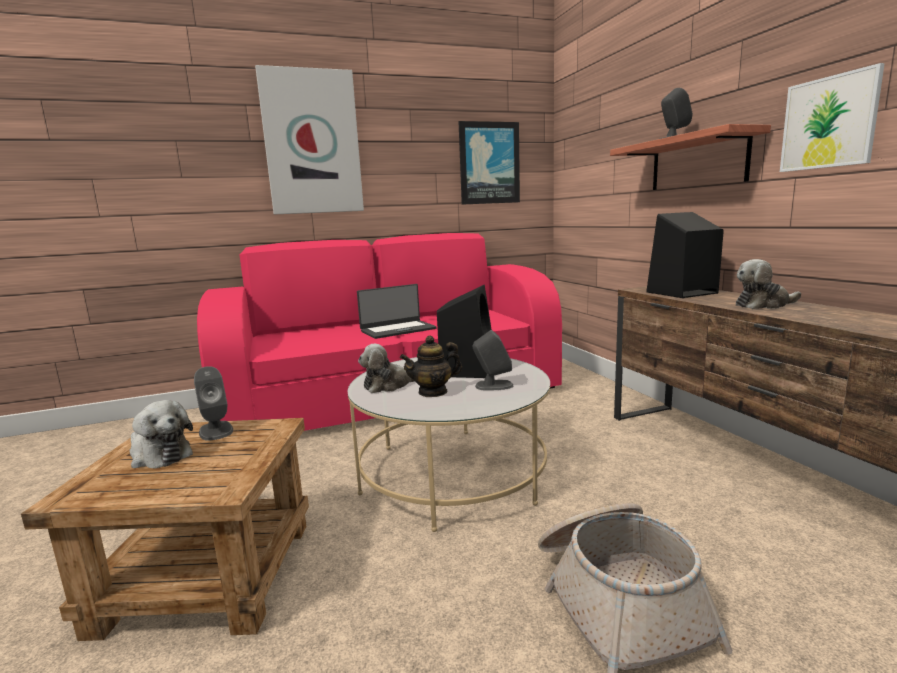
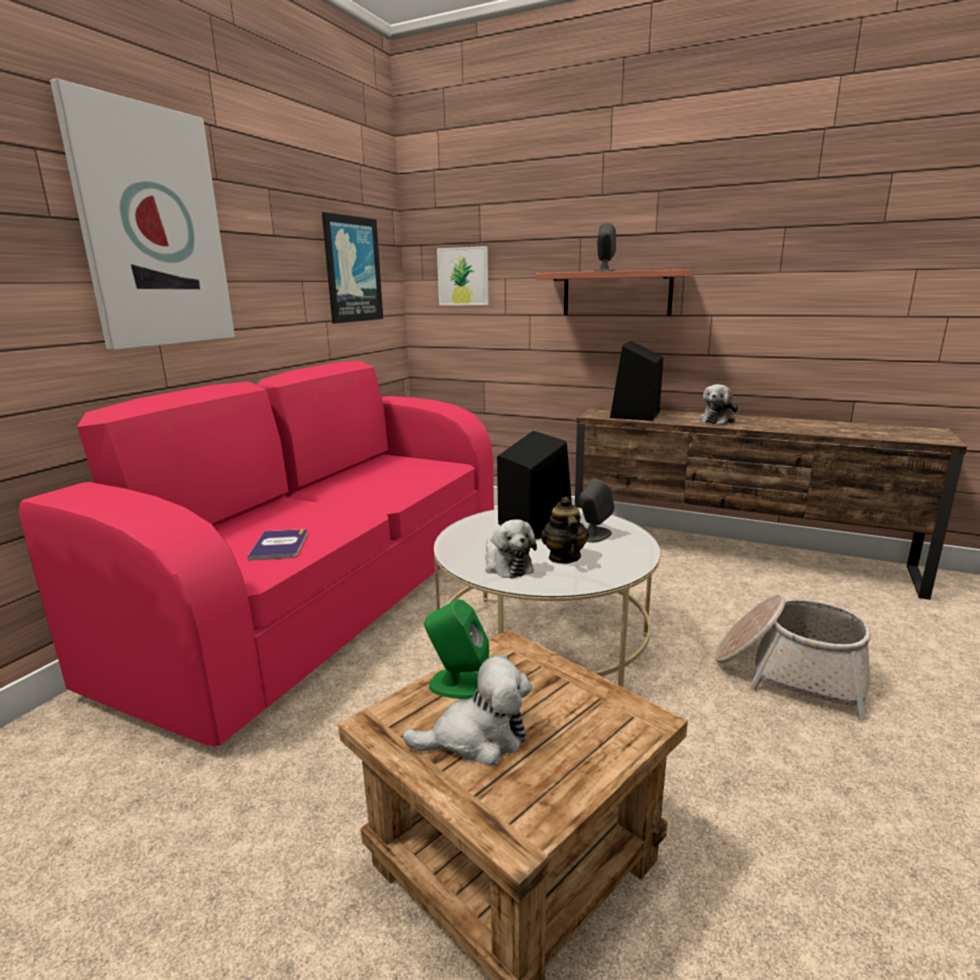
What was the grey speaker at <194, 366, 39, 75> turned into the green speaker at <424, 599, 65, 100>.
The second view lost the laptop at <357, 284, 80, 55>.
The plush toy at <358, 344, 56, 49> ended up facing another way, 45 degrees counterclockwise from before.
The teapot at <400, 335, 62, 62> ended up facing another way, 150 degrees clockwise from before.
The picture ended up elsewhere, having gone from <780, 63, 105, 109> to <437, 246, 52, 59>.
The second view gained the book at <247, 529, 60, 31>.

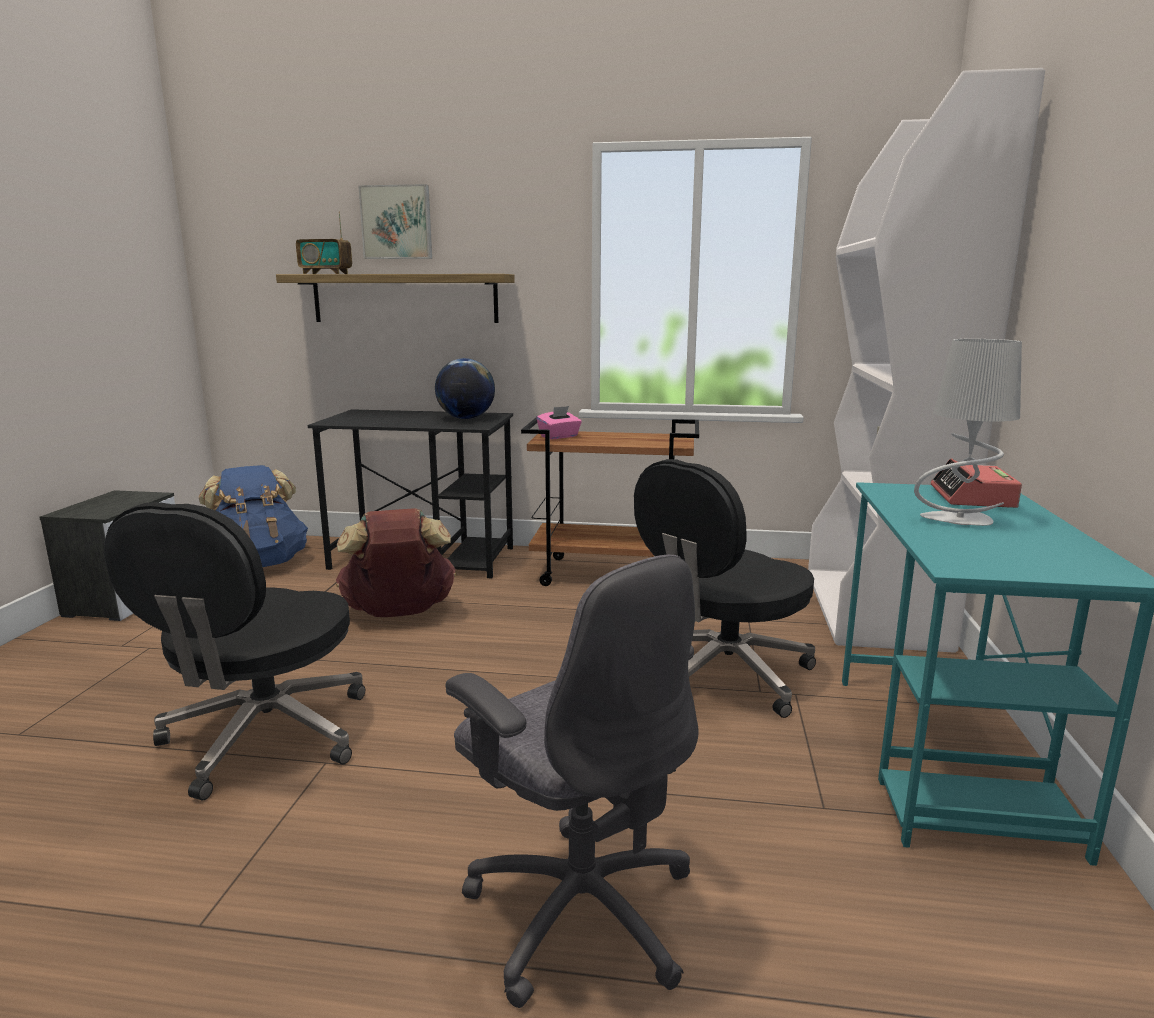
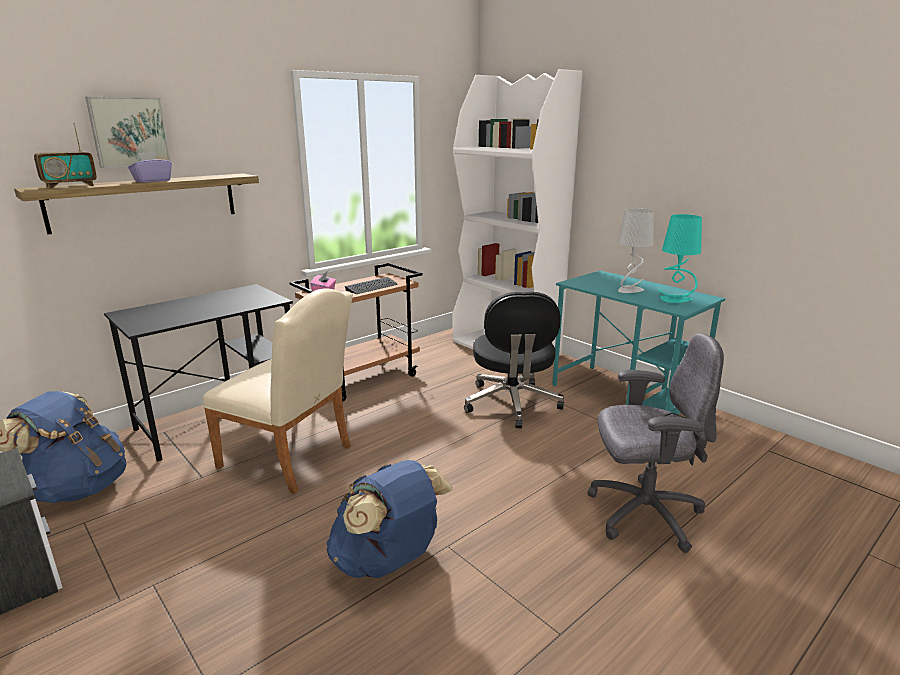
Where the black office chair stood at <104, 502, 261, 298>, the blue backpack came to stand at <326, 460, 127, 118>.
Where the brown backpack stood at <336, 508, 120, 109>, the beige chair came to stand at <203, 288, 150, 206>.
The second view lost the globe at <435, 358, 60, 61>.
The second view lost the alarm clock at <931, 458, 91, 50>.
The second view gained the purple tissue box at <128, 152, 44, 31>.
The second view gained the keyboard at <345, 277, 53, 17>.
The second view gained the turquoise table lamp at <658, 214, 44, 89>.

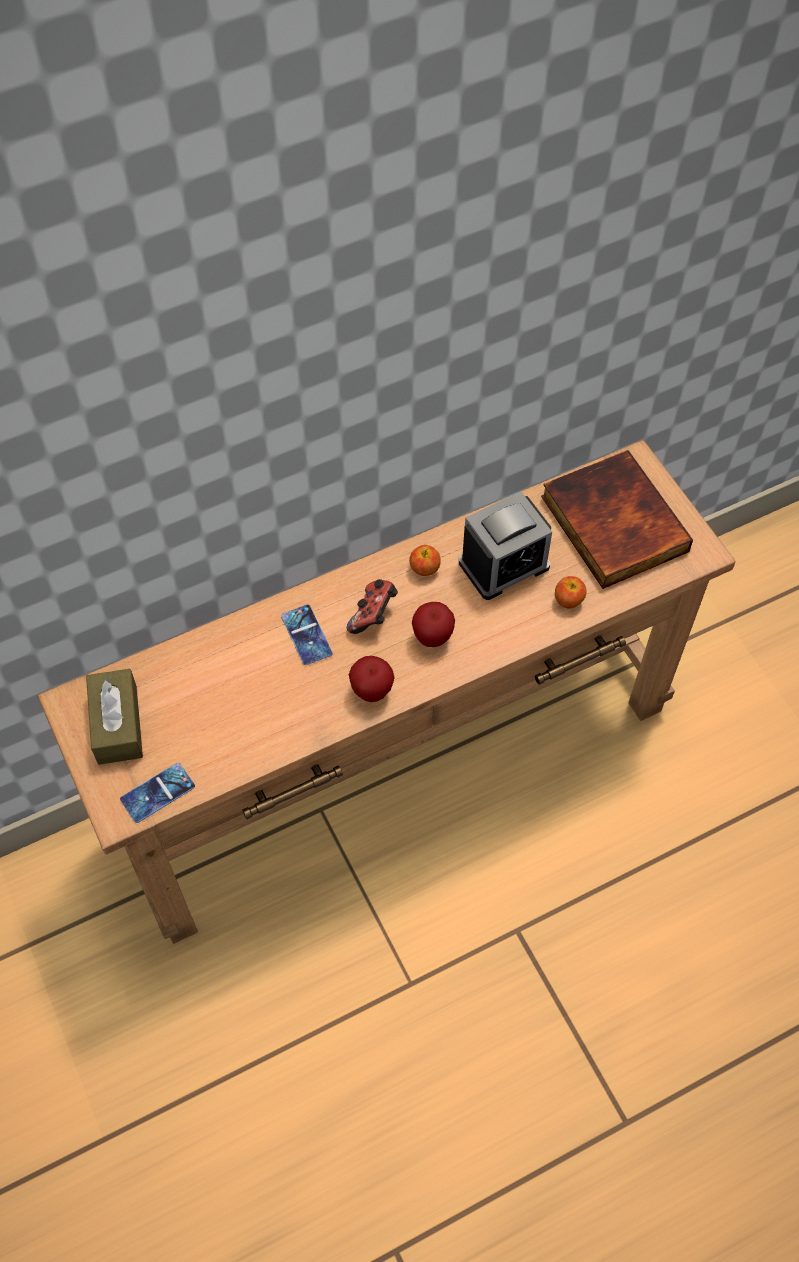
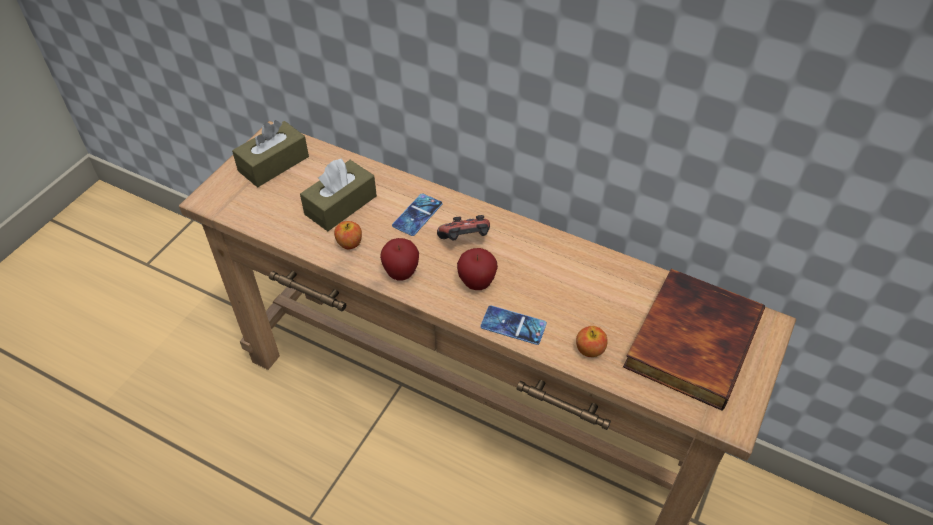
The phone ended up elsewhere, having gone from <120, 763, 75, 60> to <480, 305, 67, 40>.
The apple ended up elsewhere, having gone from <409, 545, 32, 31> to <334, 221, 28, 28>.
The second view lost the alarm clock at <459, 491, 93, 109>.
The second view gained the brown tissue box at <300, 159, 77, 72>.

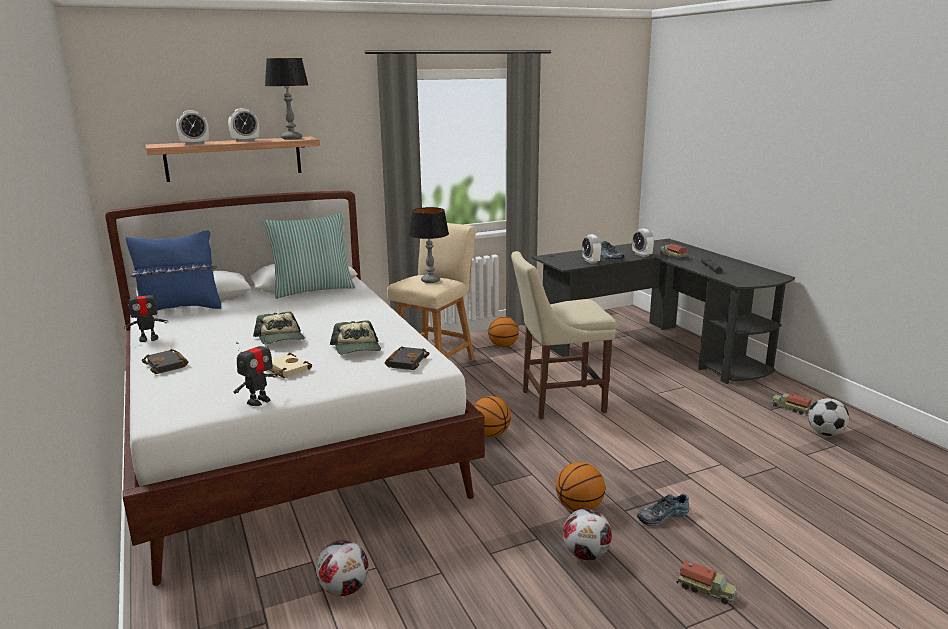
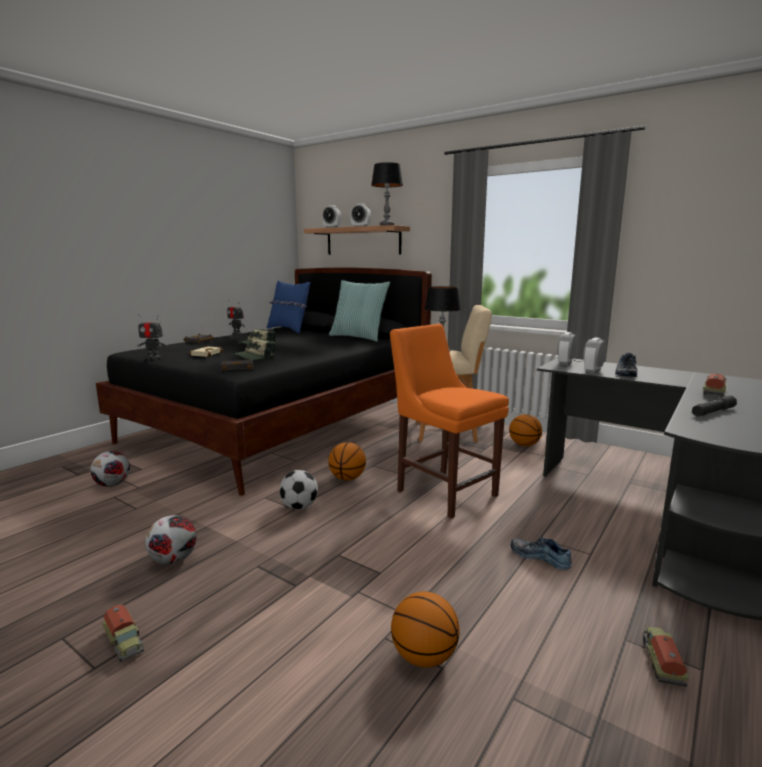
What was the white bed at <105, 191, 380, 395> turned into the black bed at <96, 268, 336, 228>.
What was the beige chair at <511, 251, 105, 168> turned into the orange chair at <390, 324, 119, 195>.
The basketball ended up elsewhere, having gone from <556, 462, 49, 50> to <391, 592, 69, 76>.
The alarm clock ended up elsewhere, having gone from <632, 228, 22, 29> to <557, 332, 20, 33>.
The shoe ended up elsewhere, having gone from <637, 494, 52, 32> to <510, 538, 62, 32>.
The toy truck at <676, 560, 61, 44> ended up facing another way, 45 degrees counterclockwise from before.
The football ended up elsewhere, having gone from <808, 398, 41, 38> to <280, 470, 38, 40>.

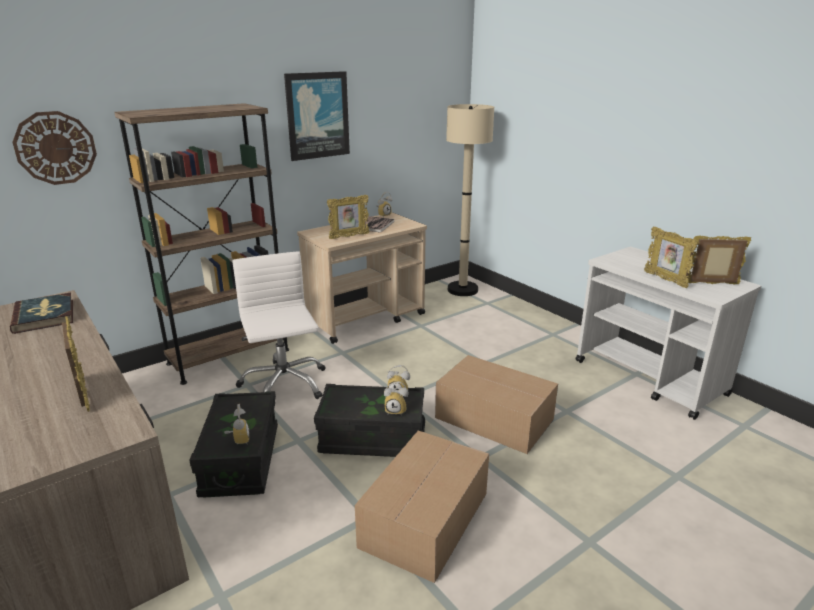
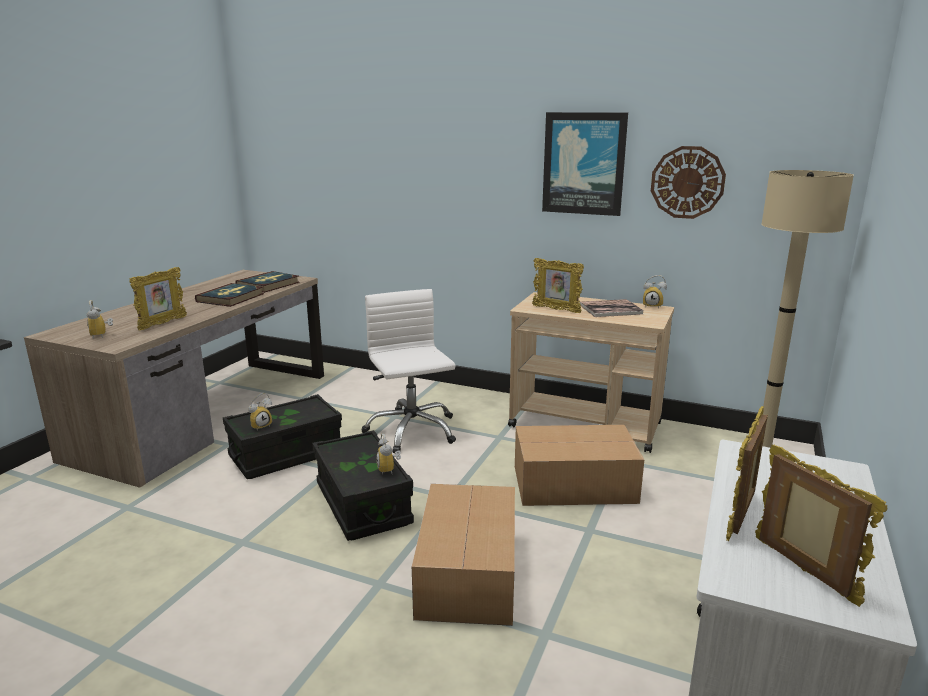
The wall clock ended up elsewhere, having gone from <12, 111, 85, 74> to <651, 146, 75, 73>.
The second view lost the brown bookcase at <114, 103, 175, 282>.
The white office chair at <232, 251, 93, 148> ended up facing another way, 60 degrees counterclockwise from before.
The cardboard box ended up elsewhere, having gone from <355, 431, 134, 152> to <515, 425, 129, 81>.
The alarm clock ended up elsewhere, having gone from <384, 382, 25, 34> to <86, 300, 27, 38>.
The second view gained the book at <195, 283, 69, 24>.

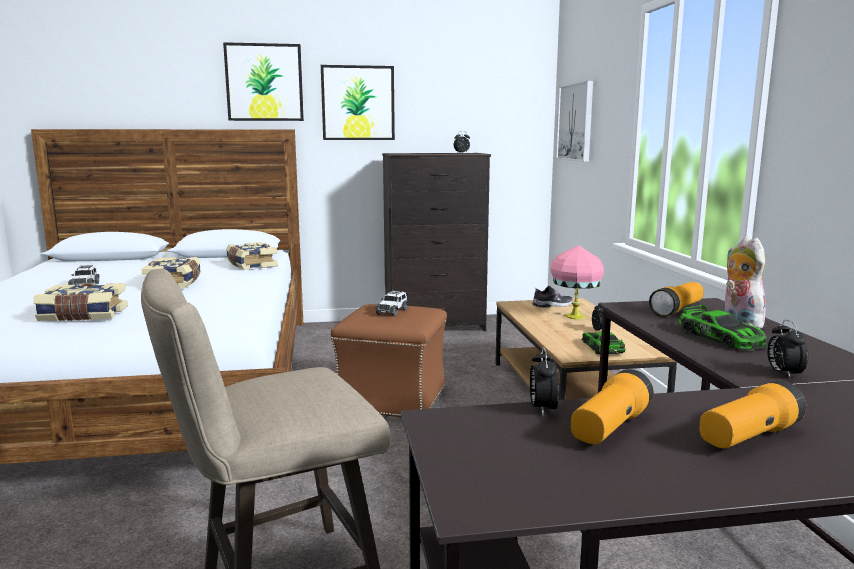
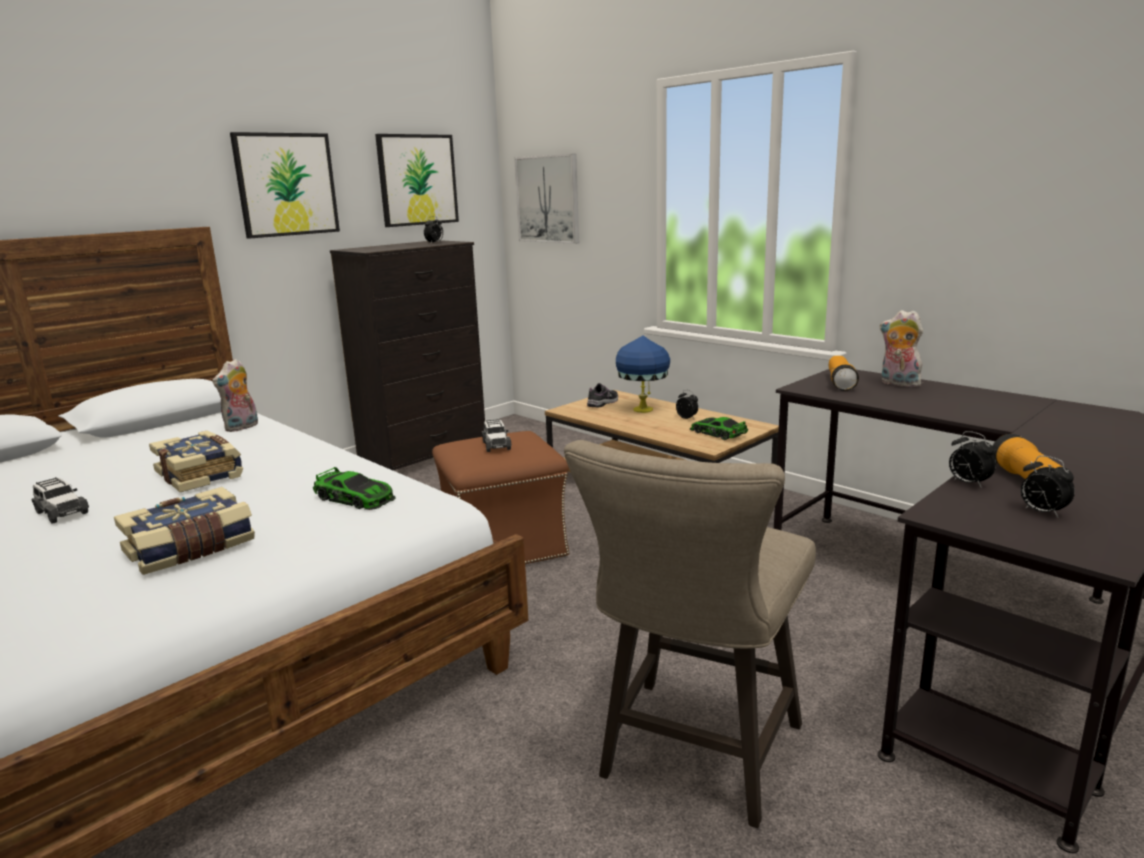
The picture ended up elsewhere, having gone from <223, 42, 81, 79> to <375, 134, 84, 93>.
Where the book stood at <226, 242, 52, 28>, the plush toy came to stand at <212, 359, 46, 73>.
What was the pink table lamp at <550, 245, 54, 74> turned into the blue table lamp at <616, 335, 54, 78>.
The toy car ended up elsewhere, having gone from <678, 305, 90, 46> to <313, 467, 83, 43>.
The second view lost the flashlight at <699, 380, 107, 69>.
The alarm clock ended up elsewhere, having gone from <767, 320, 41, 59> to <1021, 456, 54, 61>.

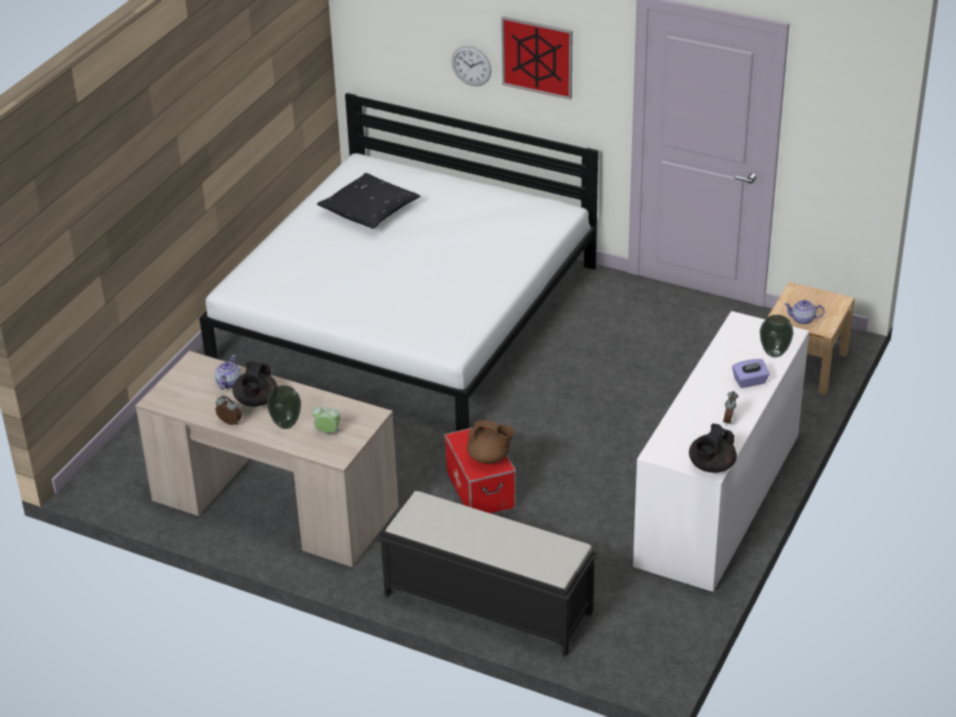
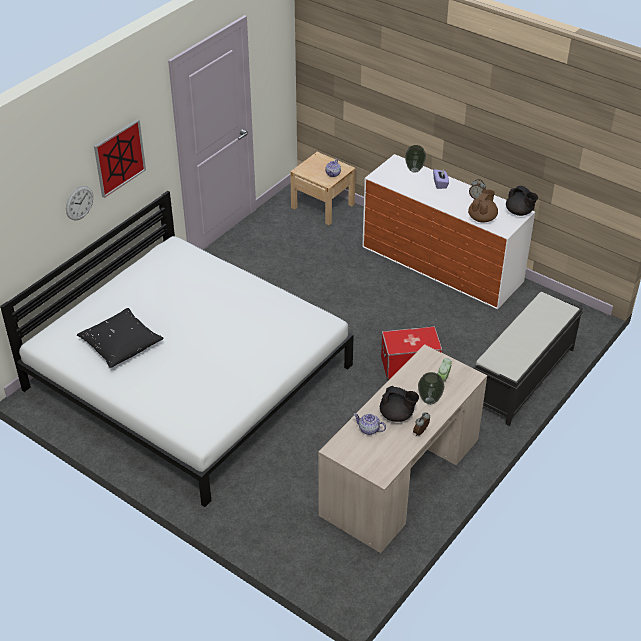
The brown teapot ended up elsewhere, having gone from <467, 420, 47, 44> to <468, 189, 30, 34>.

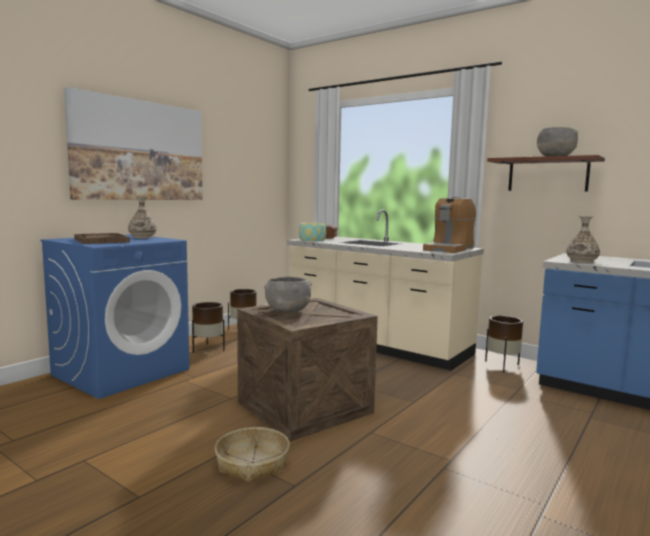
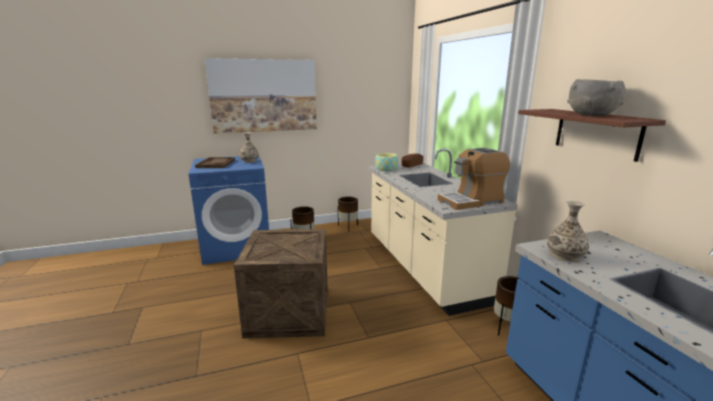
The second view lost the basket at <215, 427, 75, 55>.
The second view lost the grey bowl at <264, 277, 48, 35>.

